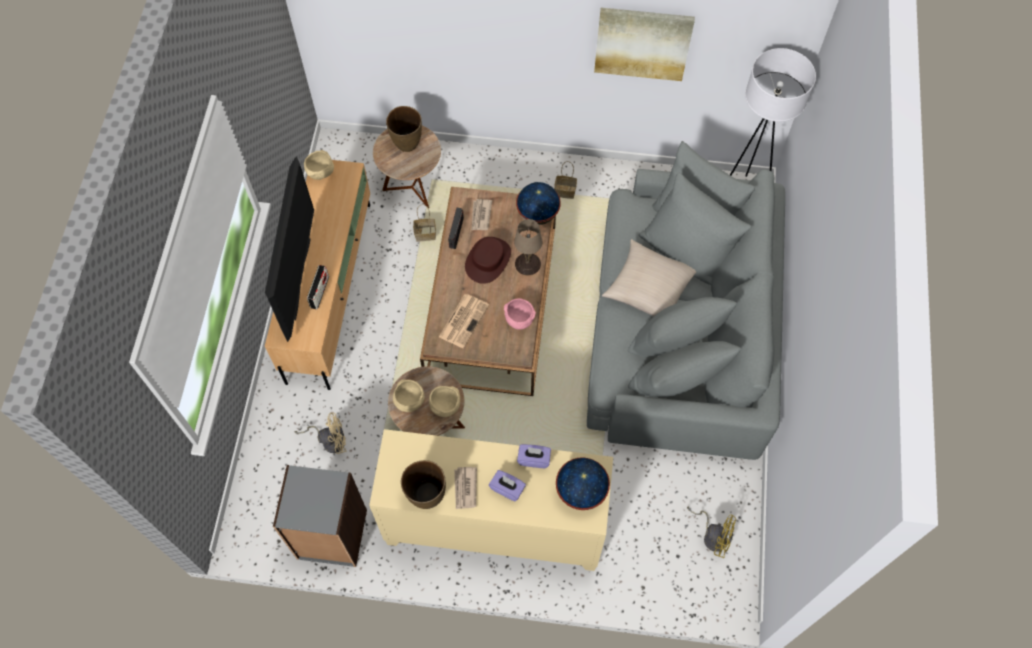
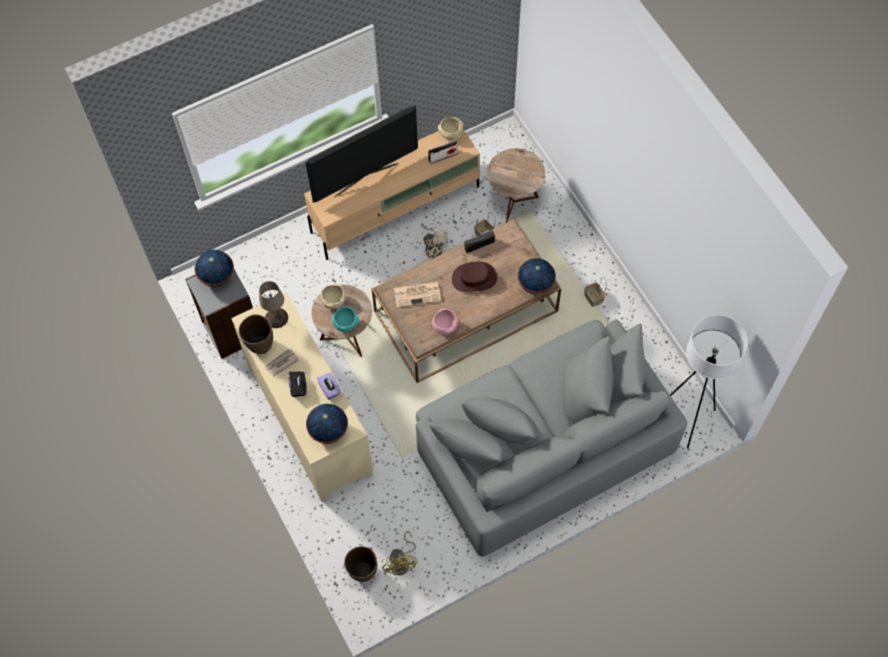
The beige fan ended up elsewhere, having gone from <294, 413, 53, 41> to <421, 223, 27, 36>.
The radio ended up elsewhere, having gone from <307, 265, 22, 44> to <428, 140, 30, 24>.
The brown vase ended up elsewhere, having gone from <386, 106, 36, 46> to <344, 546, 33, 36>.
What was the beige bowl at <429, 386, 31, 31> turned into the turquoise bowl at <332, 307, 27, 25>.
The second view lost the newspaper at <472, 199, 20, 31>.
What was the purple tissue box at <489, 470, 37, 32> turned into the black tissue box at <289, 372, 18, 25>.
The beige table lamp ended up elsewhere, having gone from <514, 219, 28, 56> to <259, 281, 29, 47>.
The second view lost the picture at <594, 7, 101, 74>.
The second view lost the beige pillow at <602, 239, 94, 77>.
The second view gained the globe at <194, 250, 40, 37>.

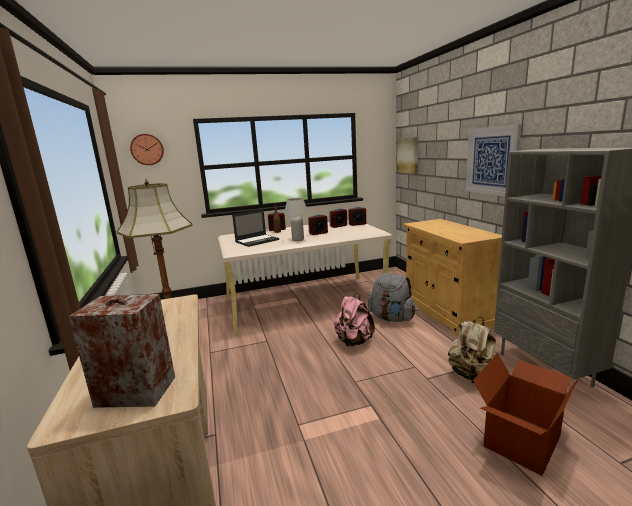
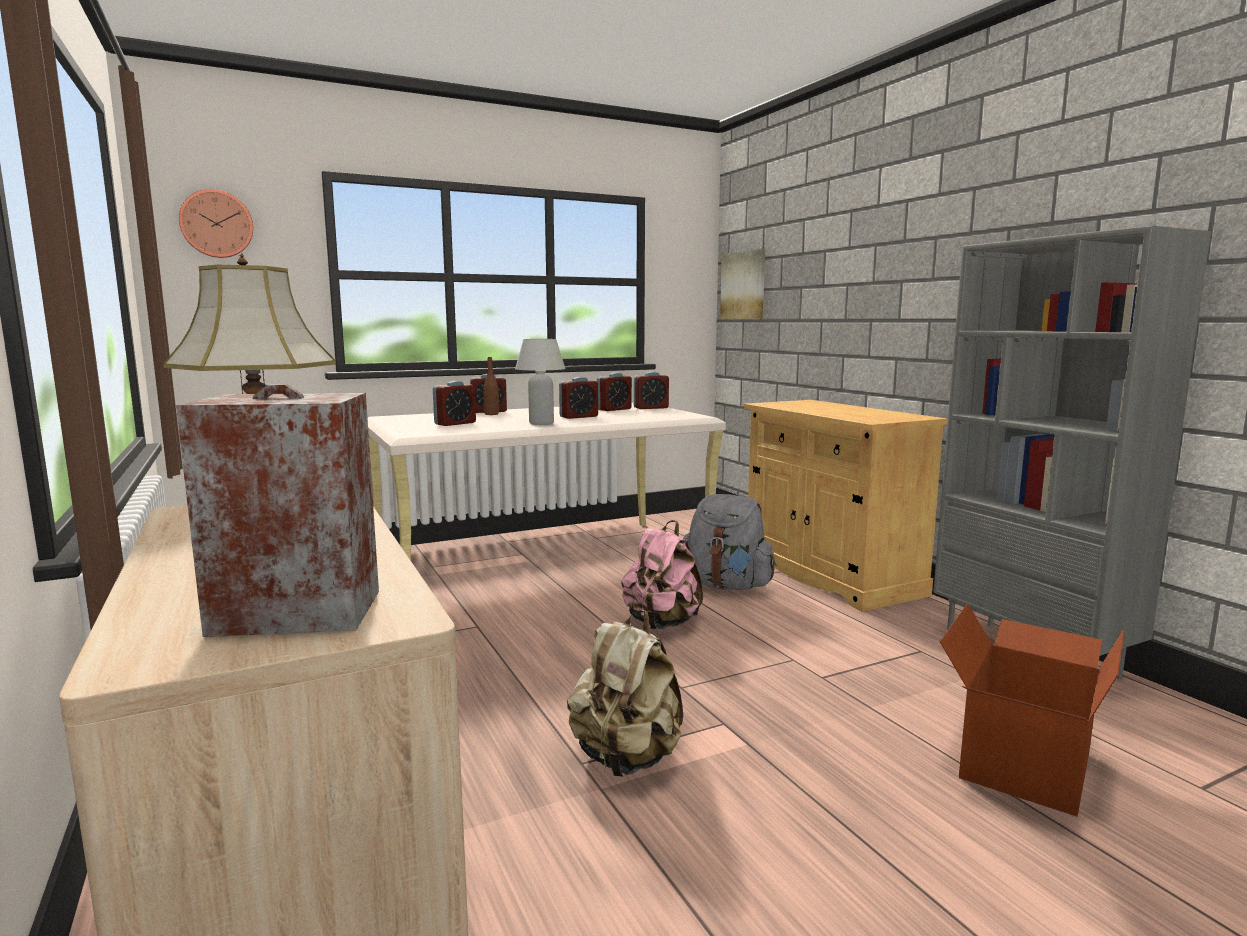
Where the laptop stood at <232, 209, 47, 38>, the alarm clock came to stand at <433, 381, 43, 45>.
The beige backpack ended up elsewhere, having gone from <448, 317, 49, 66> to <567, 610, 116, 167>.
The second view lost the picture at <466, 124, 56, 72>.

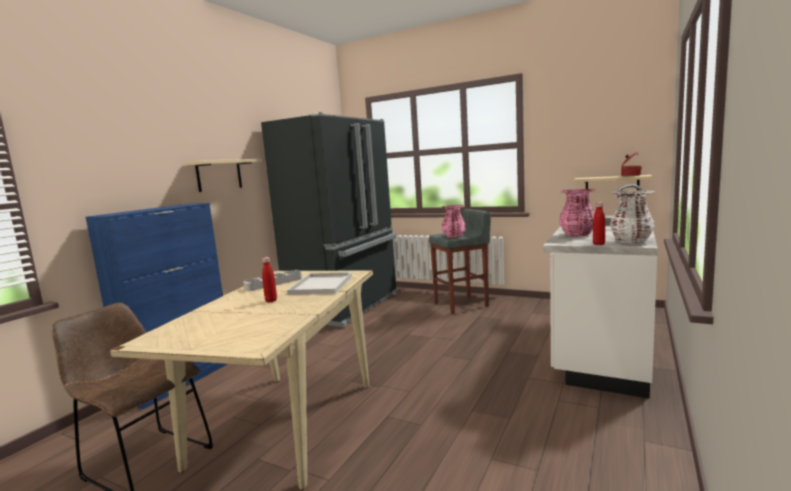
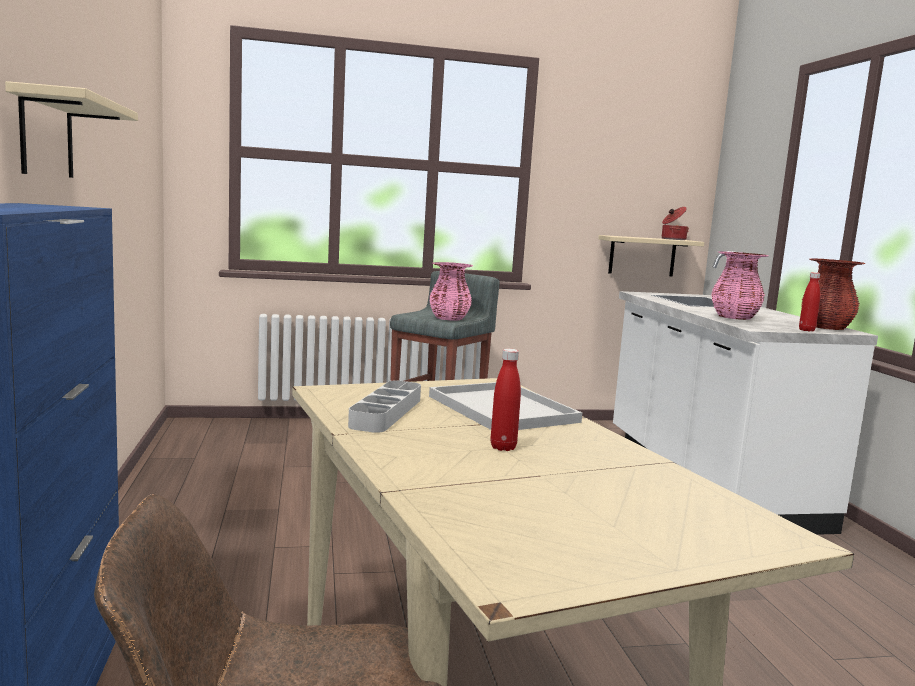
The second view lost the black fridge at <261, 112, 137, 215>.
What was the white vase at <610, 190, 45, 54> turned into the red vase at <801, 258, 64, 72>.

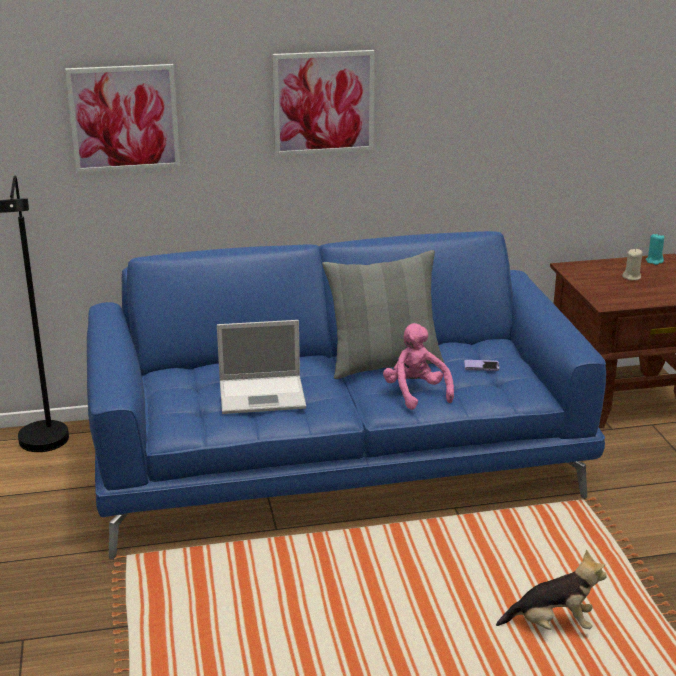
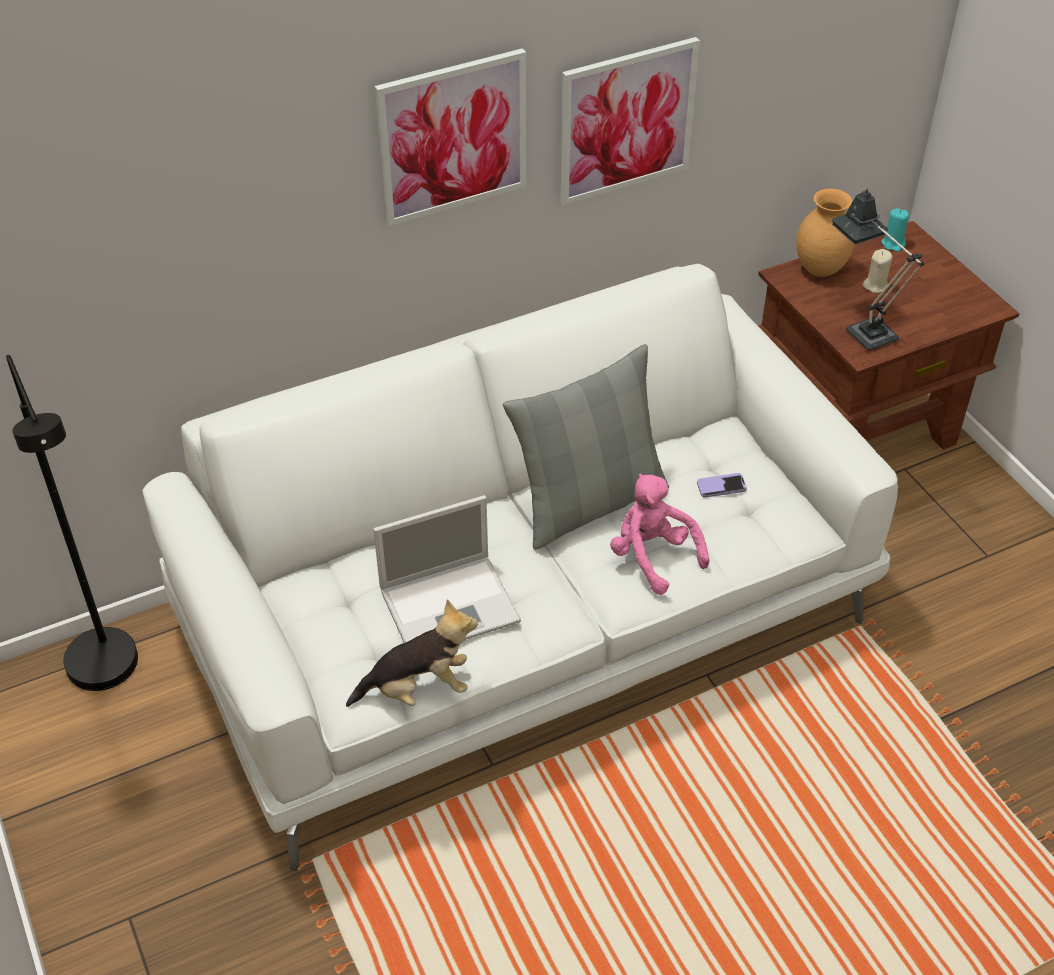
The picture ended up elsewhere, having gone from <65, 64, 115, 109> to <560, 37, 140, 168>.
What was the blue sofa at <87, 231, 519, 329> turned into the white sofa at <143, 264, 755, 607>.
The plush toy ended up elsewhere, having gone from <496, 550, 111, 80> to <346, 599, 132, 108>.
The second view gained the brown vase at <796, 189, 59, 88>.
The second view gained the table lamp at <832, 189, 92, 161>.

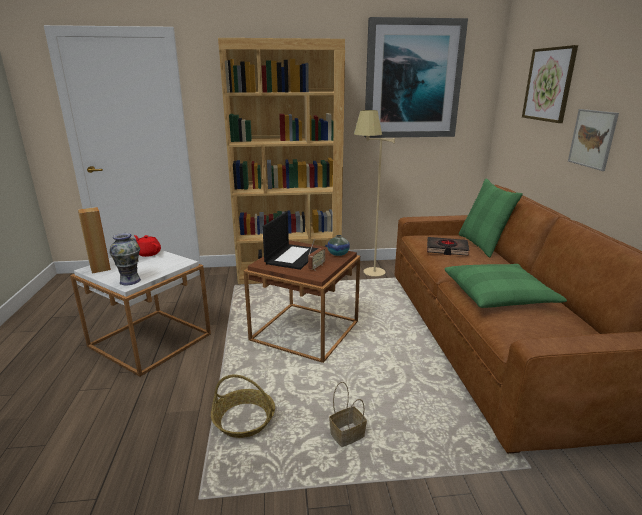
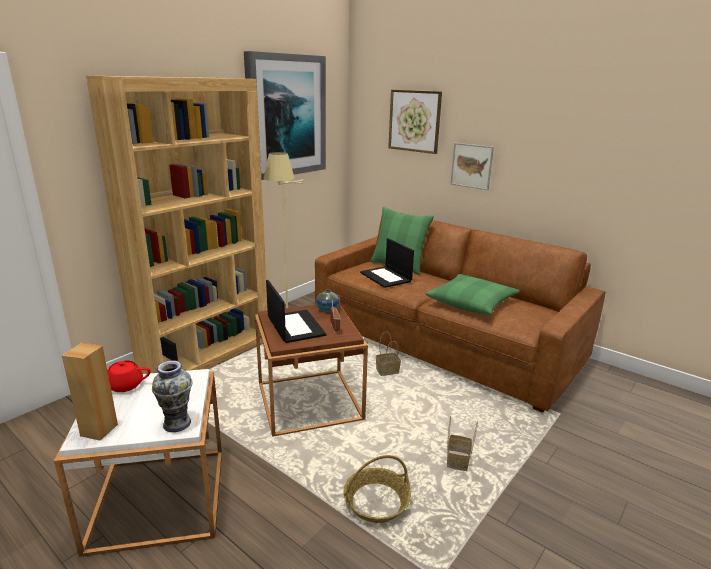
Where the black book stood at <427, 237, 42, 19>, the laptop came to stand at <360, 238, 54, 50>.
The second view gained the basket at <376, 331, 25, 45>.

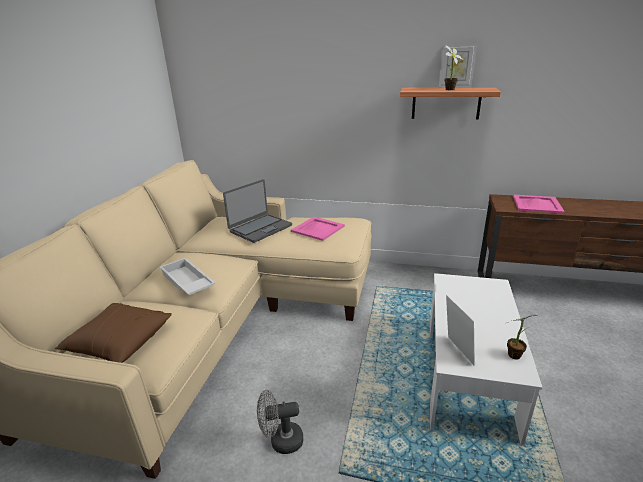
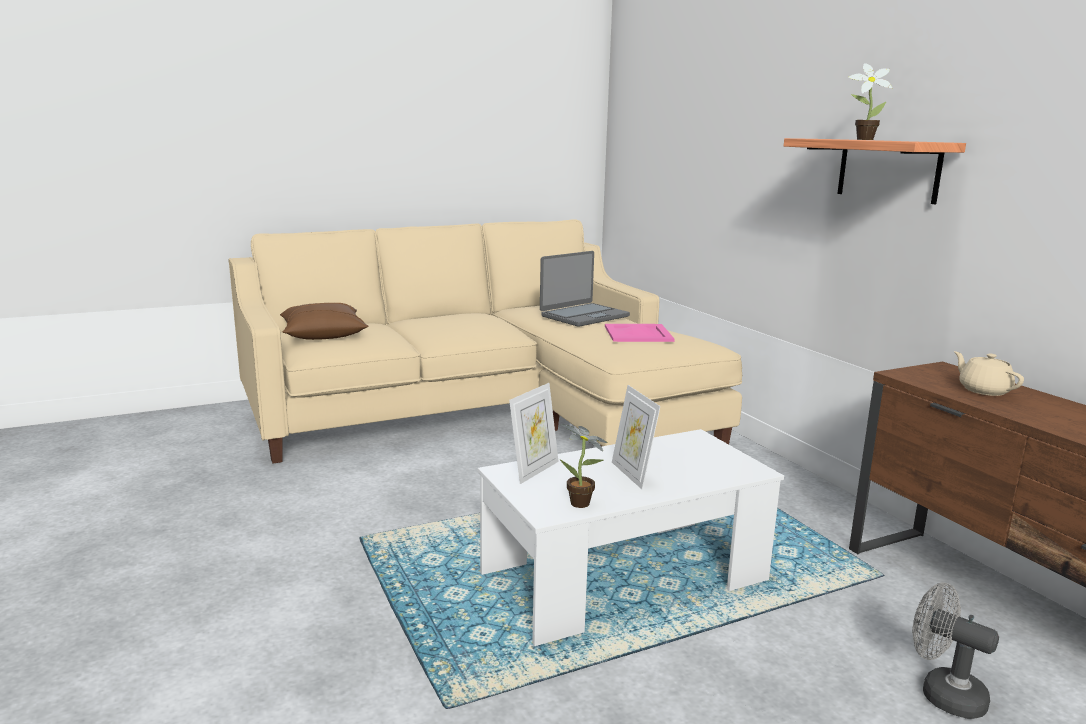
The second view lost the white tray at <159, 258, 57, 37>.
The laptop at <223, 179, 69, 64> ended up facing another way, 45 degrees counterclockwise from before.
The grey fan ended up elsewhere, having gone from <257, 390, 47, 64> to <912, 582, 87, 137>.
The picture frame ended up elsewhere, having gone from <438, 44, 39, 44> to <612, 385, 48, 104>.
Where the pink tray stood at <513, 194, 52, 20>, the beige teapot came to stand at <954, 351, 70, 45>.

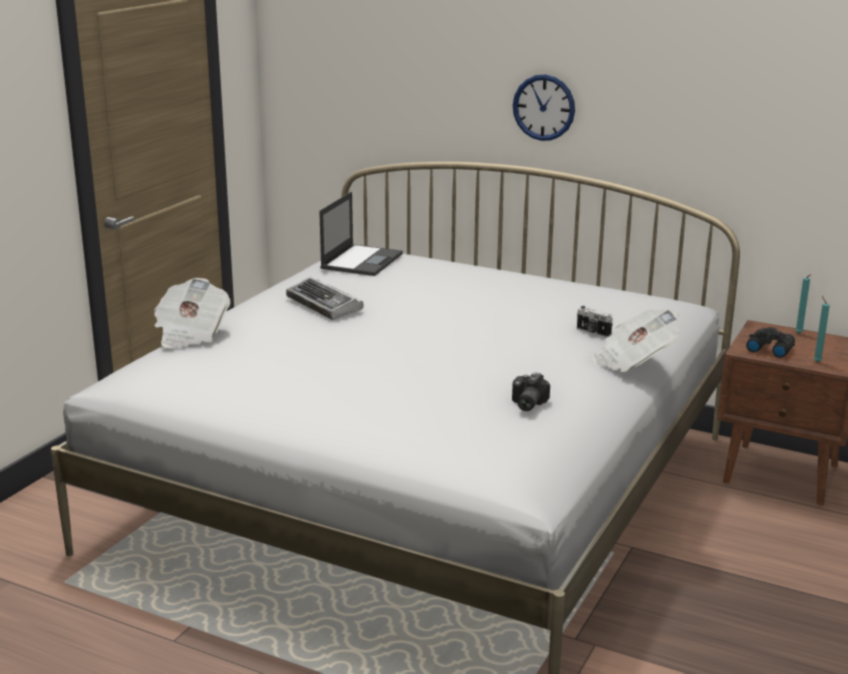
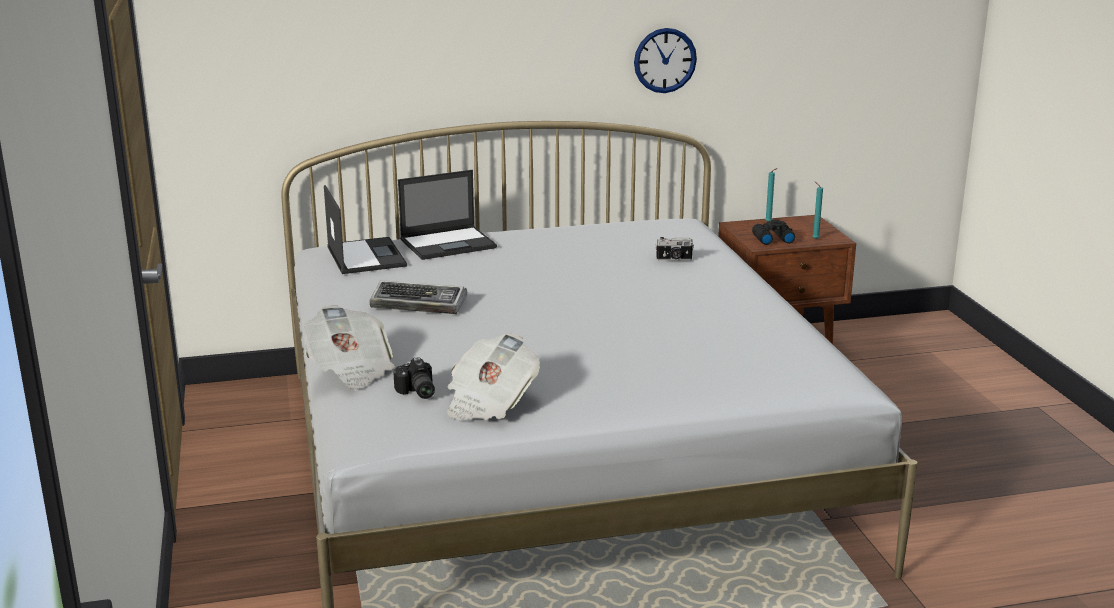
The photo camera ended up elsewhere, having gone from <512, 372, 38, 39> to <393, 357, 42, 42>.
The wall clock ended up elsewhere, having gone from <513, 74, 62, 67> to <634, 28, 63, 65>.
The newspaper ended up elsewhere, having gone from <591, 309, 89, 63> to <447, 333, 93, 87>.
The second view gained the laptop at <398, 170, 99, 90>.

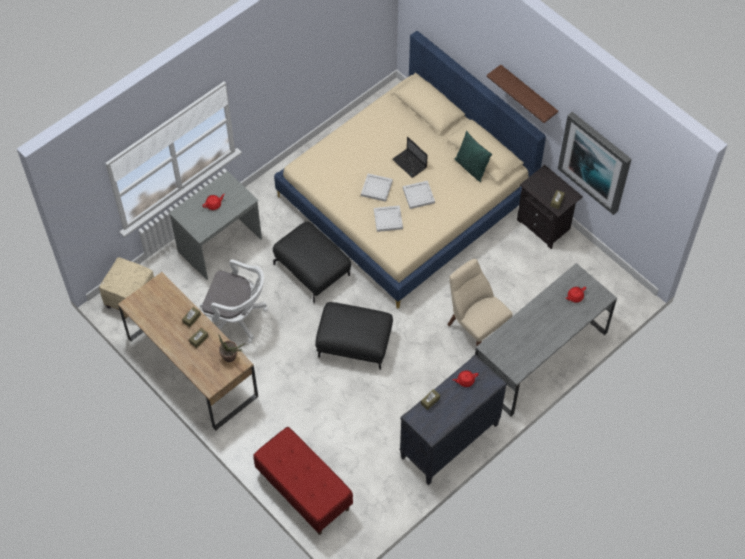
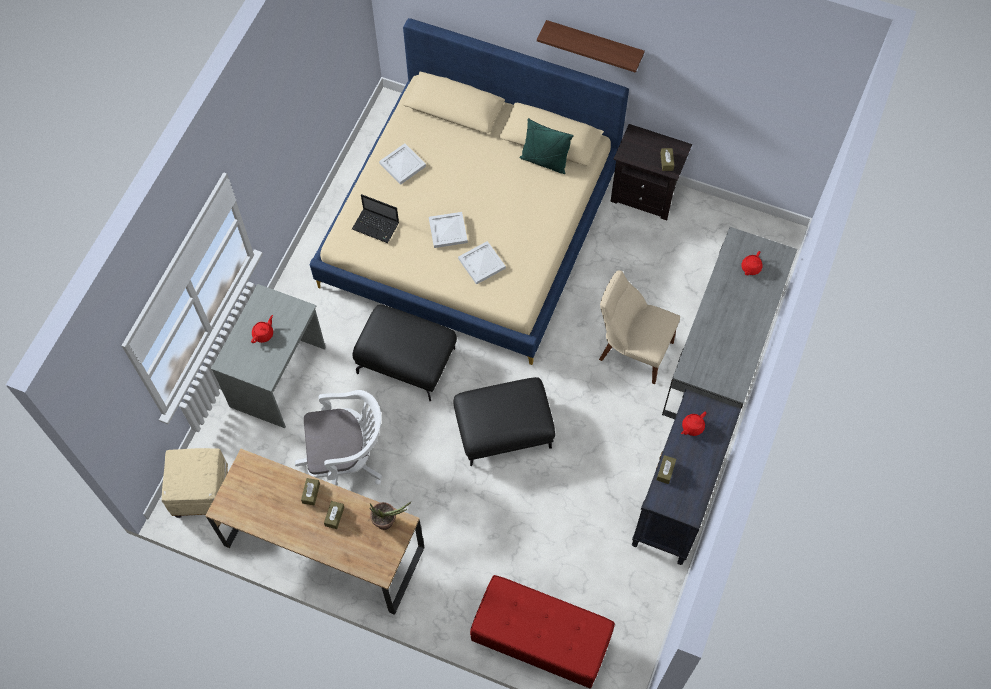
The laptop ended up elsewhere, having gone from <392, 137, 36, 41> to <352, 194, 47, 49>.
The white tray ended up elsewhere, having gone from <403, 181, 32, 28> to <379, 143, 47, 42>.
The second view lost the picture at <558, 112, 74, 103>.

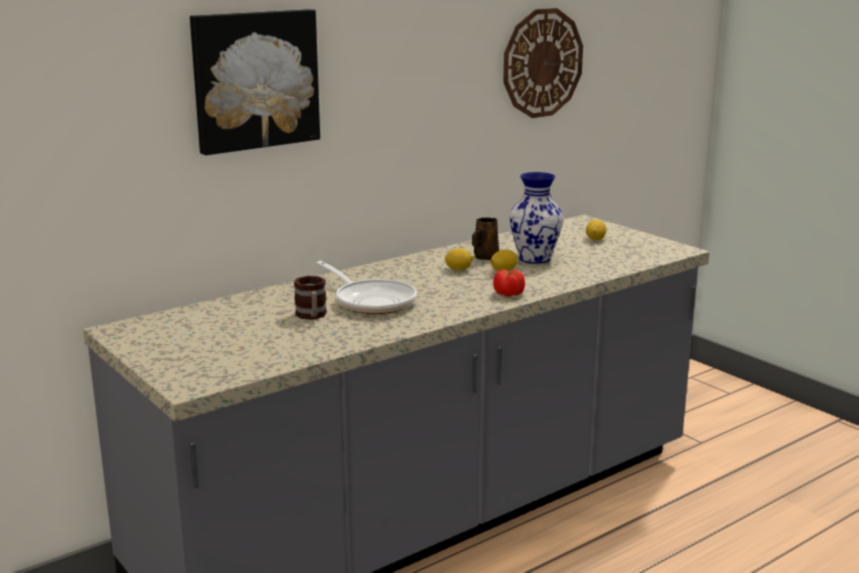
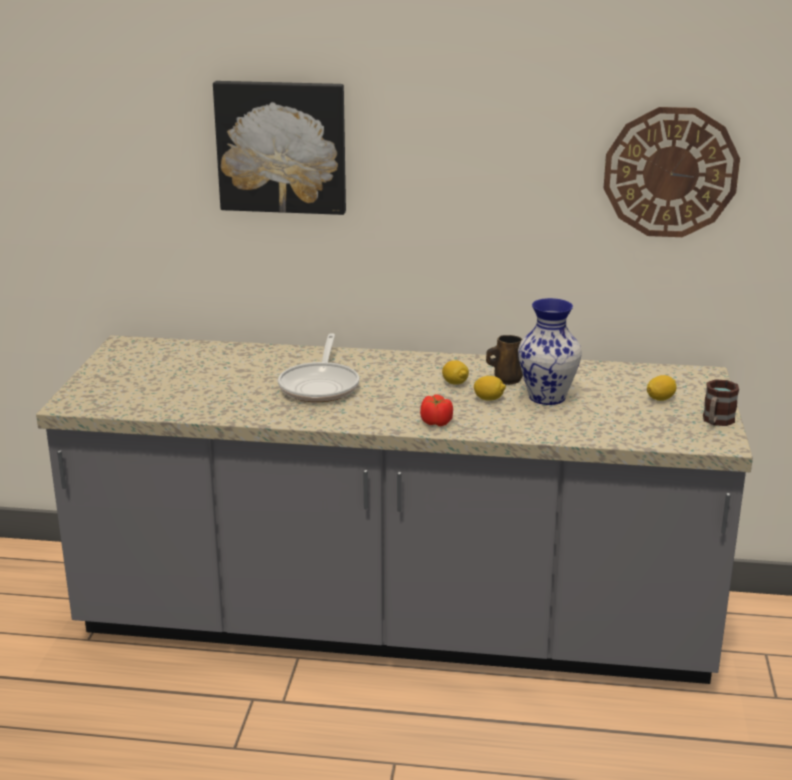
The mug ended up elsewhere, having gone from <294, 276, 33, 44> to <703, 379, 36, 47>.

